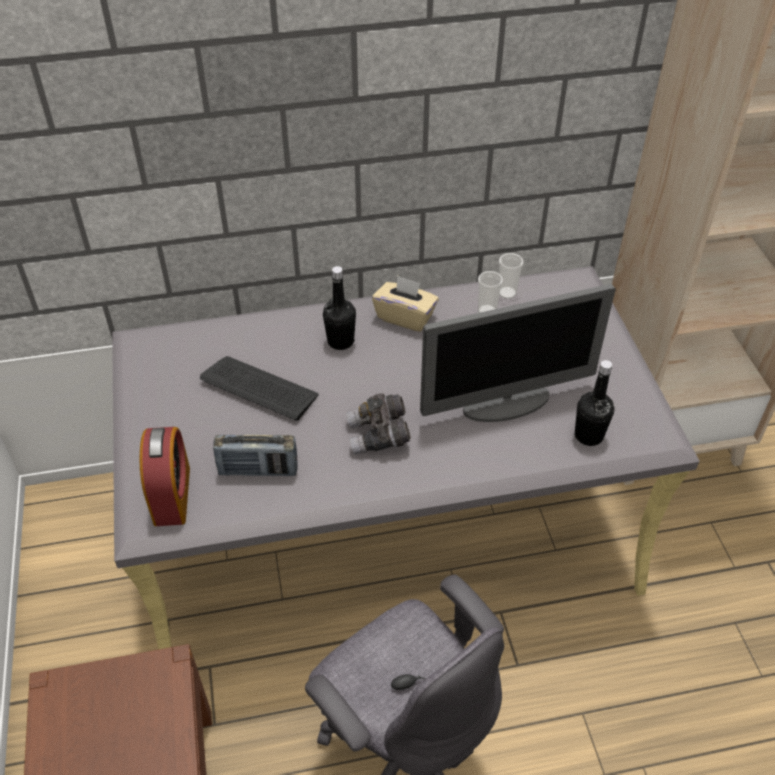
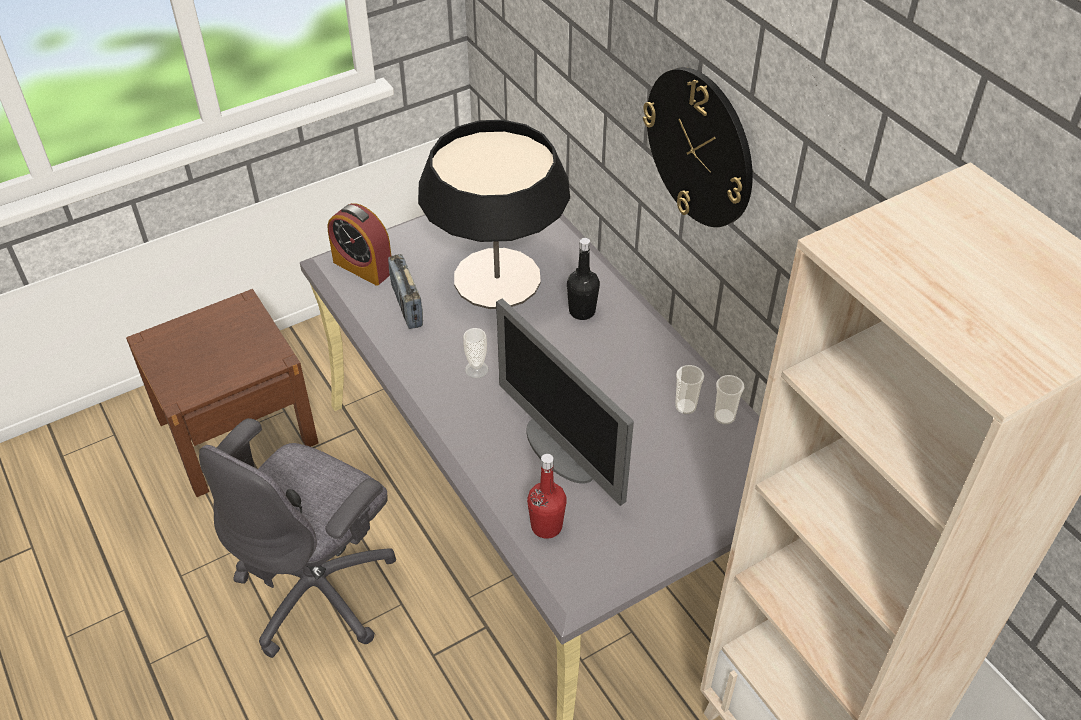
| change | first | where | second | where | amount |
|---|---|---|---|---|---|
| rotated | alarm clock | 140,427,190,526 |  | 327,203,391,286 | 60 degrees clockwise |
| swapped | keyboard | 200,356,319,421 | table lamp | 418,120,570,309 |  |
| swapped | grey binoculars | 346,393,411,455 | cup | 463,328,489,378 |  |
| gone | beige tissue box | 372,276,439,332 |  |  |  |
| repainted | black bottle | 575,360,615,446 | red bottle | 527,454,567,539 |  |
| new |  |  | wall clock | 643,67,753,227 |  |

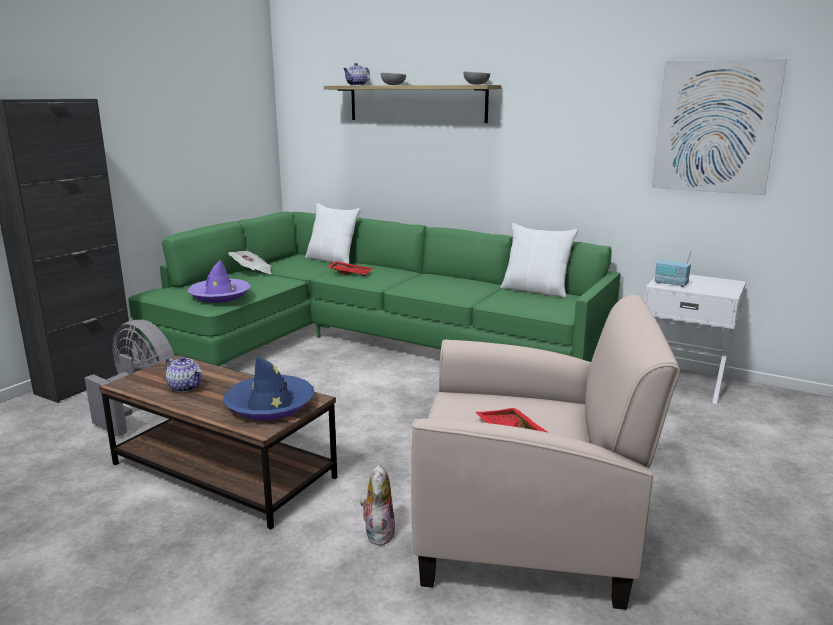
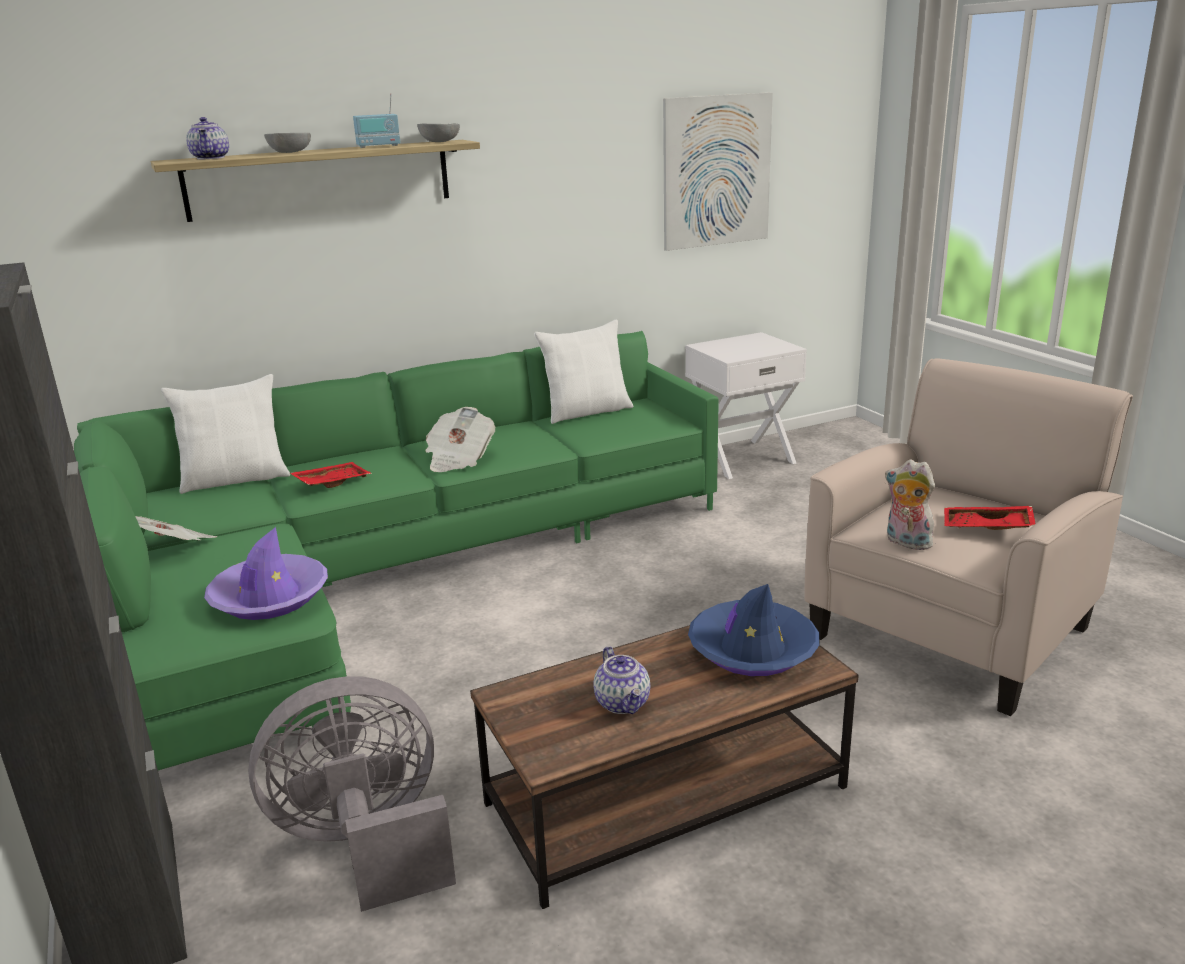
| change | first | where | second | where | amount |
|---|---|---|---|---|---|
| rotated | teapot | 165,356,202,392 |  | 593,646,650,714 | 90 degrees clockwise |
| shifted | plush toy | 360,465,395,546 |  | 885,459,935,550 |  |
| shifted | radio | 654,251,691,287 |  | 353,94,400,148 |  |
| new |  |  | newspaper | 426,407,496,472 |  |

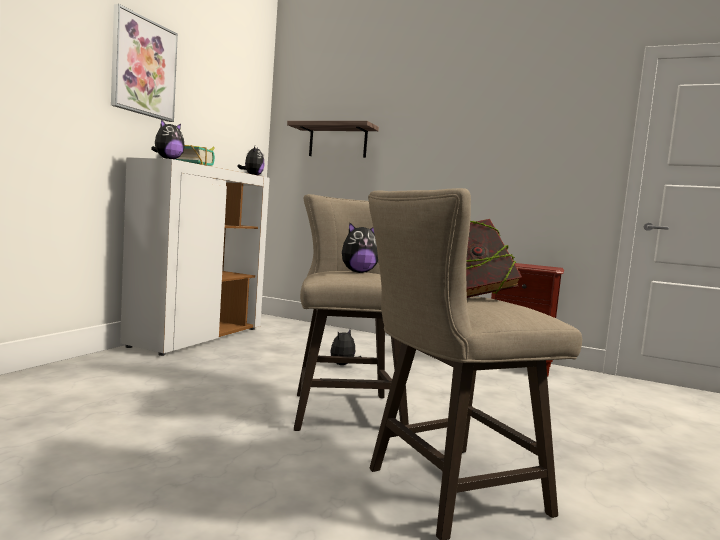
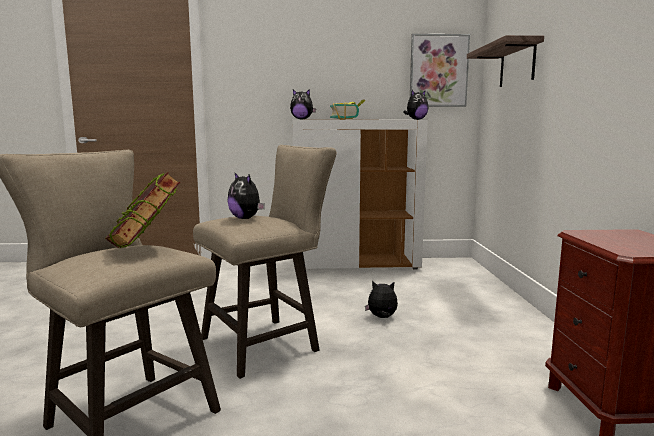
| change | first | where | second | where | amount |
|---|---|---|---|---|---|
| shifted | picture | 111,4,178,122 |  | 410,34,470,107 |  |

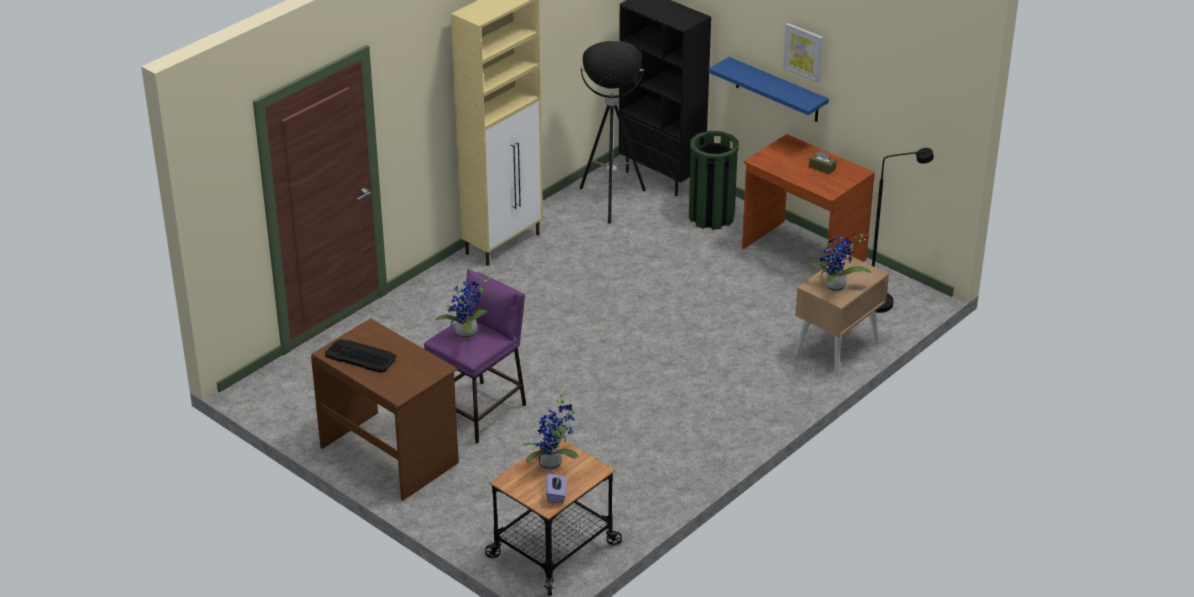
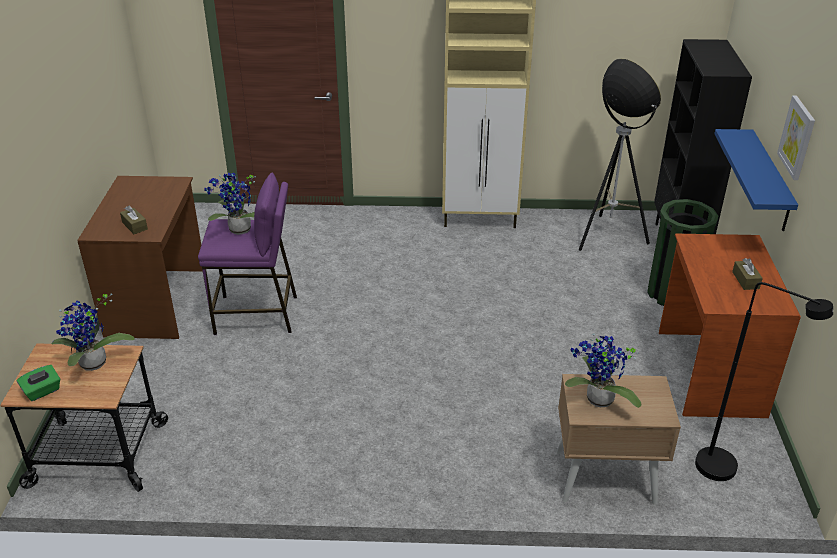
| change | first | where | second | where | amount |
|---|---|---|---|---|---|
| gone | keyboard | 325,339,397,373 |  |  |  |
| repainted | purple tissue box | 546,473,567,503 | green tissue box | 17,365,60,401 |  |
| new |  |  | brown tissue box | 120,206,148,234 |  |

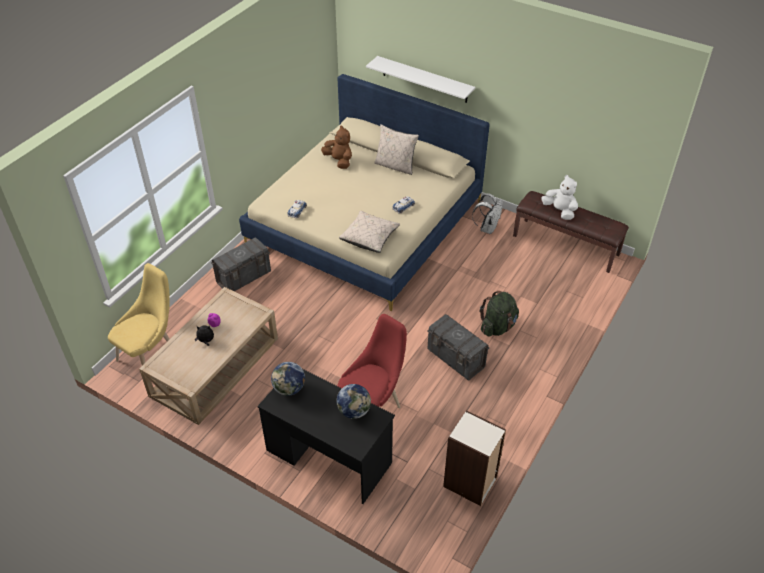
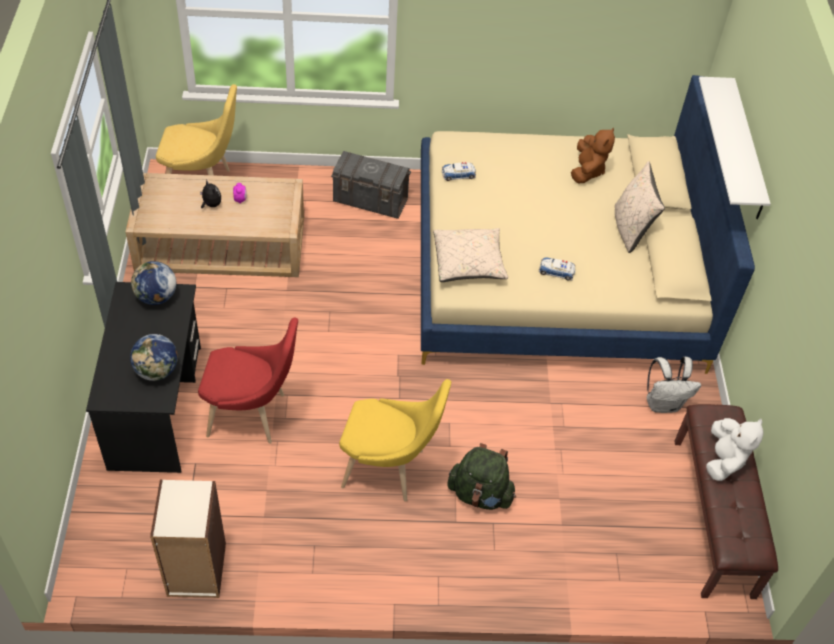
| change | first | where | second | where | amount |
|---|---|---|---|---|---|
| swapped | grey storage box | 427,314,490,380 | yellow chair | 339,379,451,502 |  |

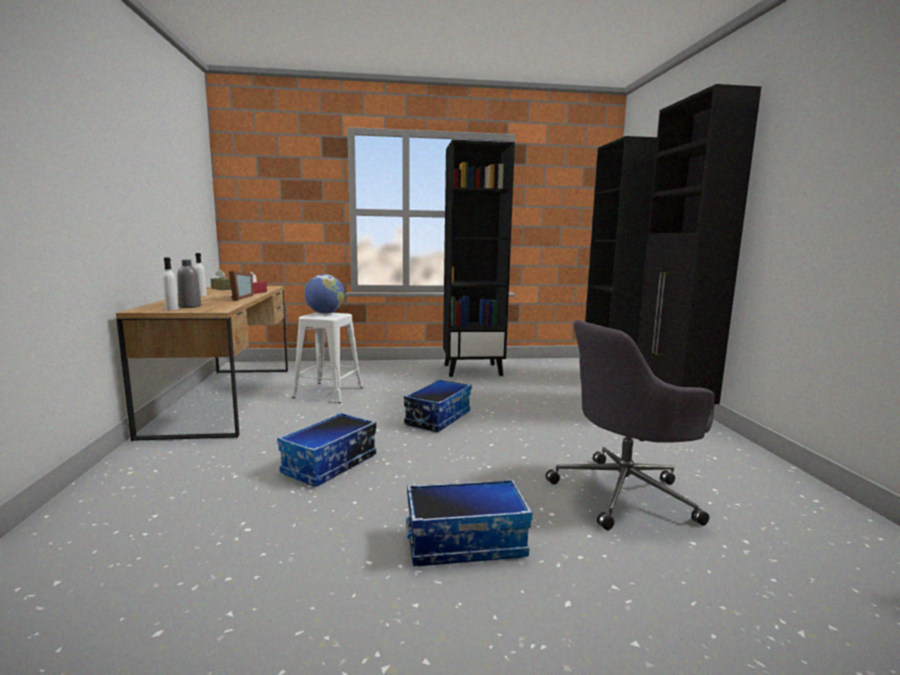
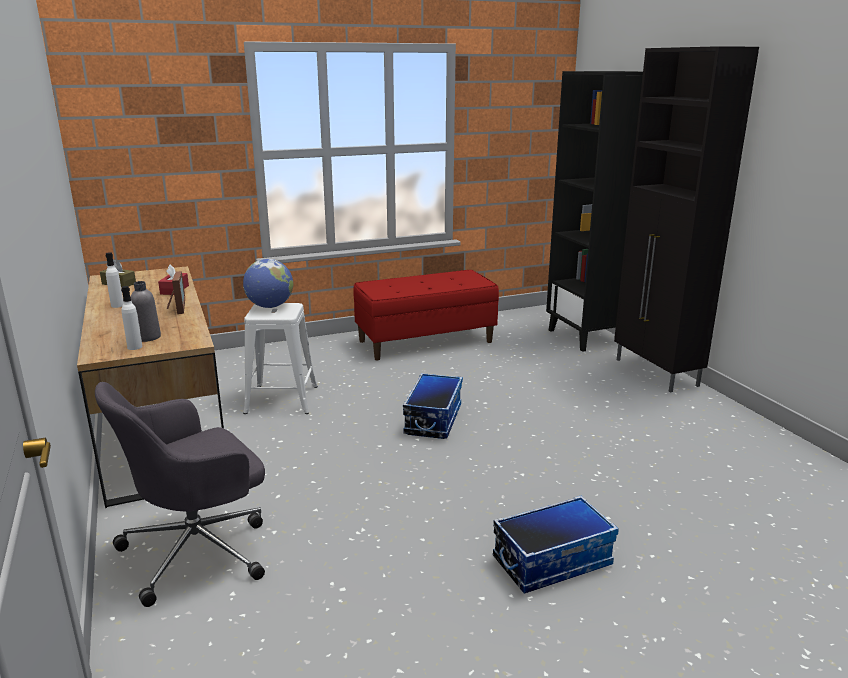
| change | first | where | second | where | amount |
|---|---|---|---|---|---|
| gone | storage box | 277,412,376,487 |  |  |  |
| swapped | black bookcase | 443,140,515,377 | red bench | 353,270,499,360 |  |
| shifted | grey office chair | 545,320,715,530 |  | 95,382,265,607 |  |

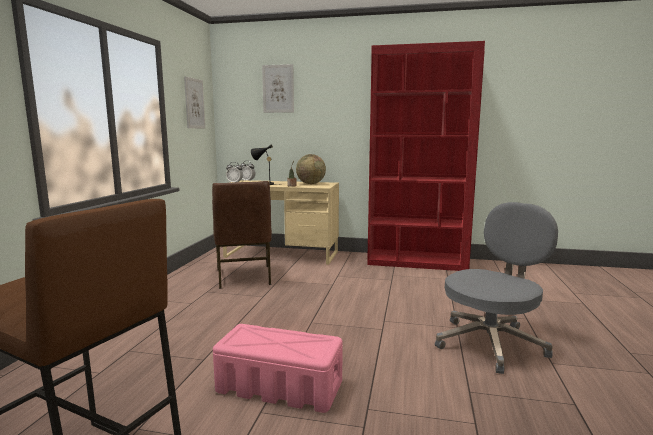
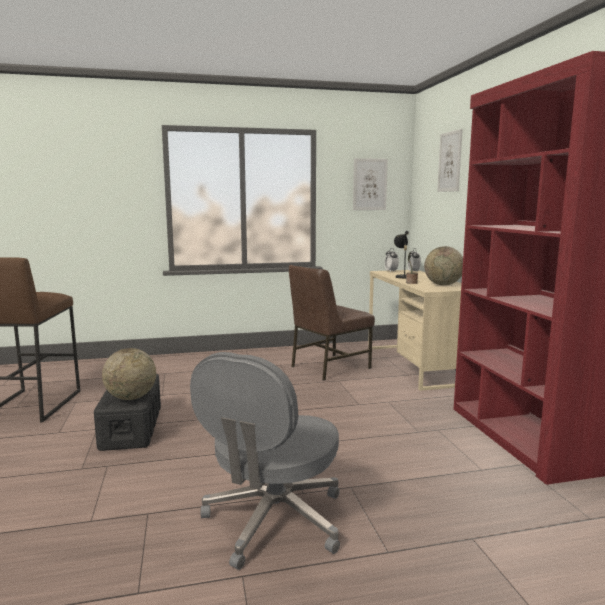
| change | first | where | second | where | amount |
|---|---|---|---|---|---|
| repainted | pink storage box | 213,324,343,413 | black storage box | 94,374,161,451 |  |
| rotated | grey office chair | 435,202,558,374 |  | 190,352,340,570 | 90 degrees clockwise |
| new |  |  | globe | 102,348,156,400 |  |

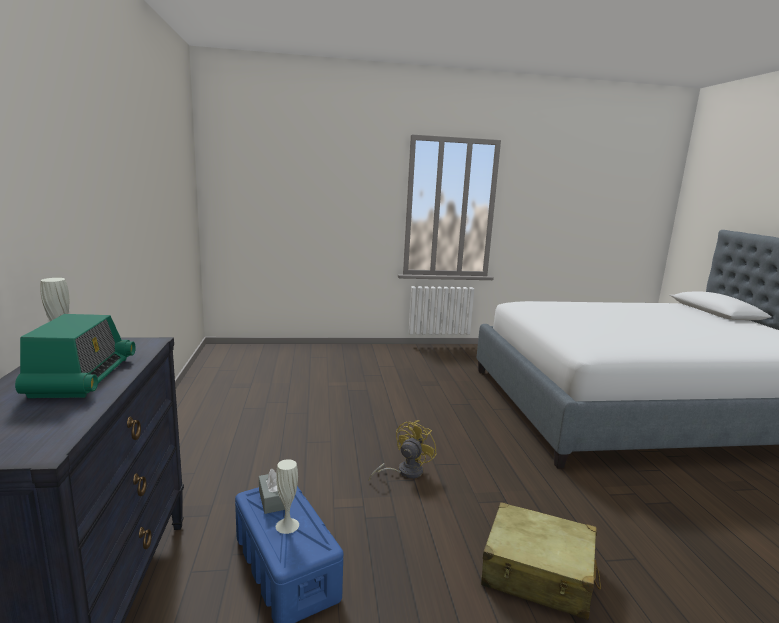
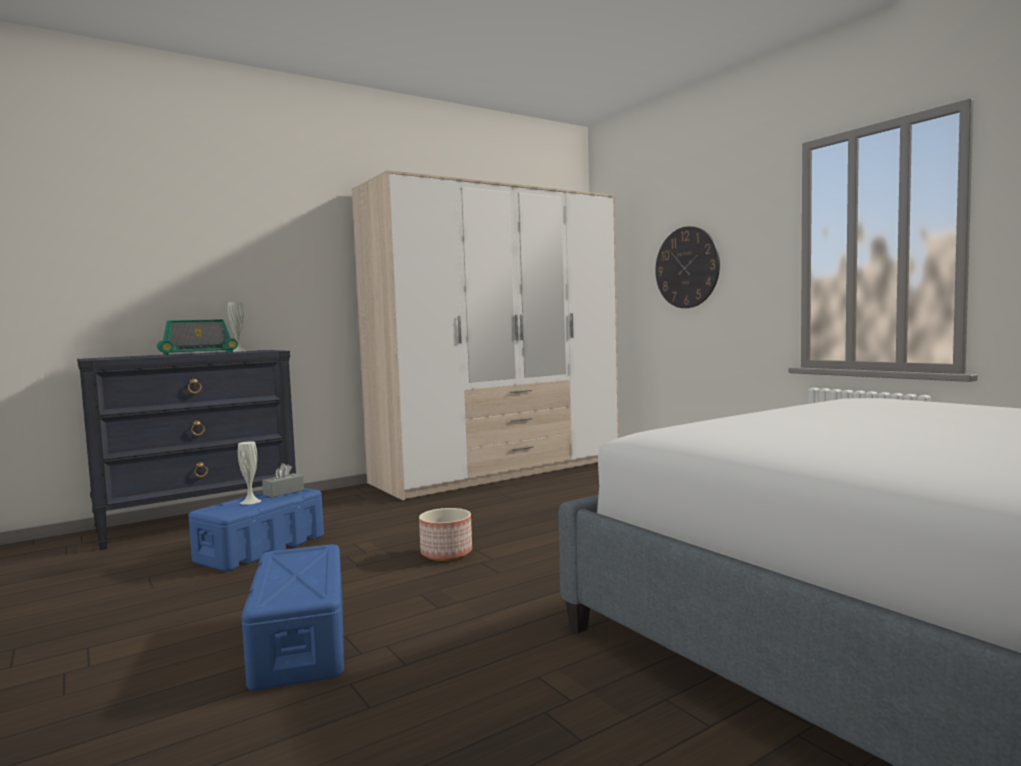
| change | first | where | second | where | amount |
|---|---|---|---|---|---|
| swapped | yellow fan | 369,420,437,482 | planter | 419,508,472,561 |  |
| swapped | beige suitcase | 481,502,601,620 | blue storage box | 242,544,344,691 |  |
| new |  |  | wardrobe | 352,170,619,500 |  |
| new |  |  | wall clock | 655,226,720,308 |  |

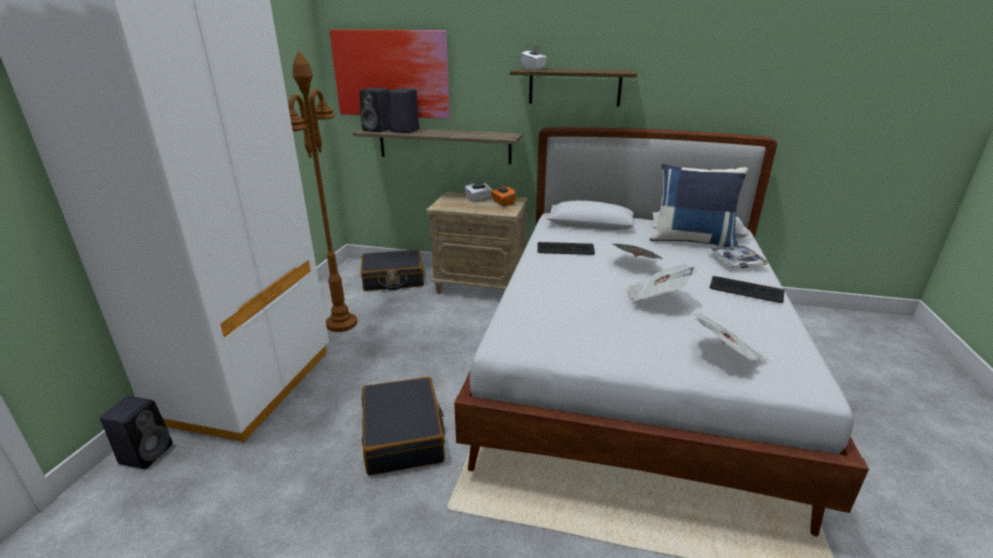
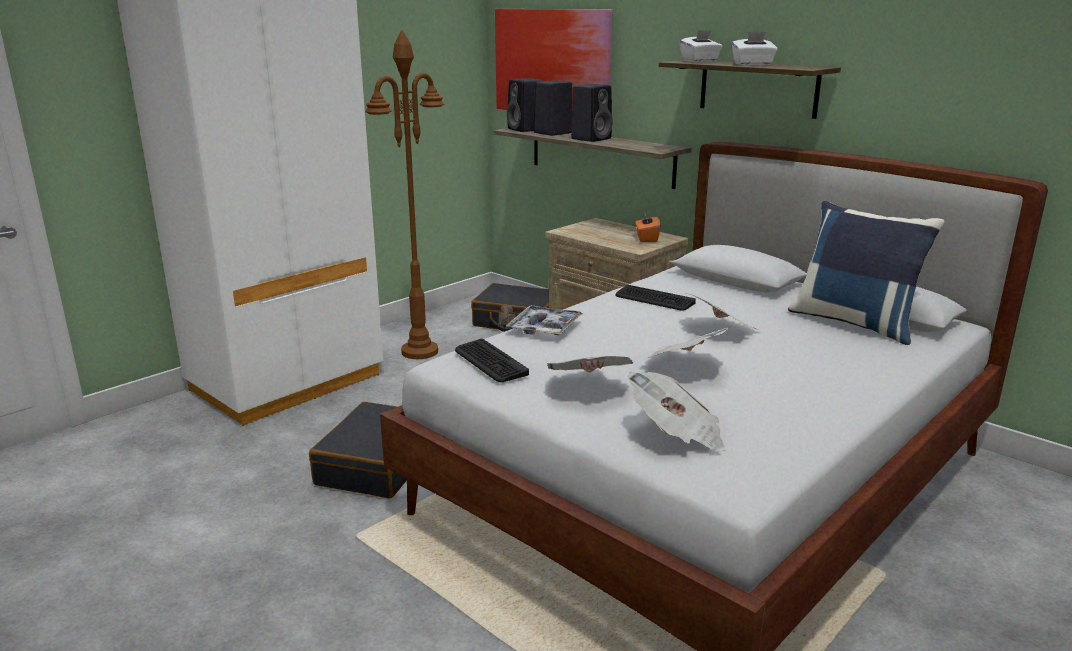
| change | first | where | second | where | amount |
|---|---|---|---|---|---|
| shifted | black speaker | 100,396,173,469 |  | 571,84,613,142 |  |
| shifted | white tissue box | 464,181,492,202 |  | 732,32,778,65 |  |
| shifted | tray | 708,246,770,268 |  | 506,305,583,335 |  |
| shifted | keyboard | 710,276,784,303 |  | 455,339,529,382 |  |
| new |  |  | newspaper | 546,356,633,373 |  |

